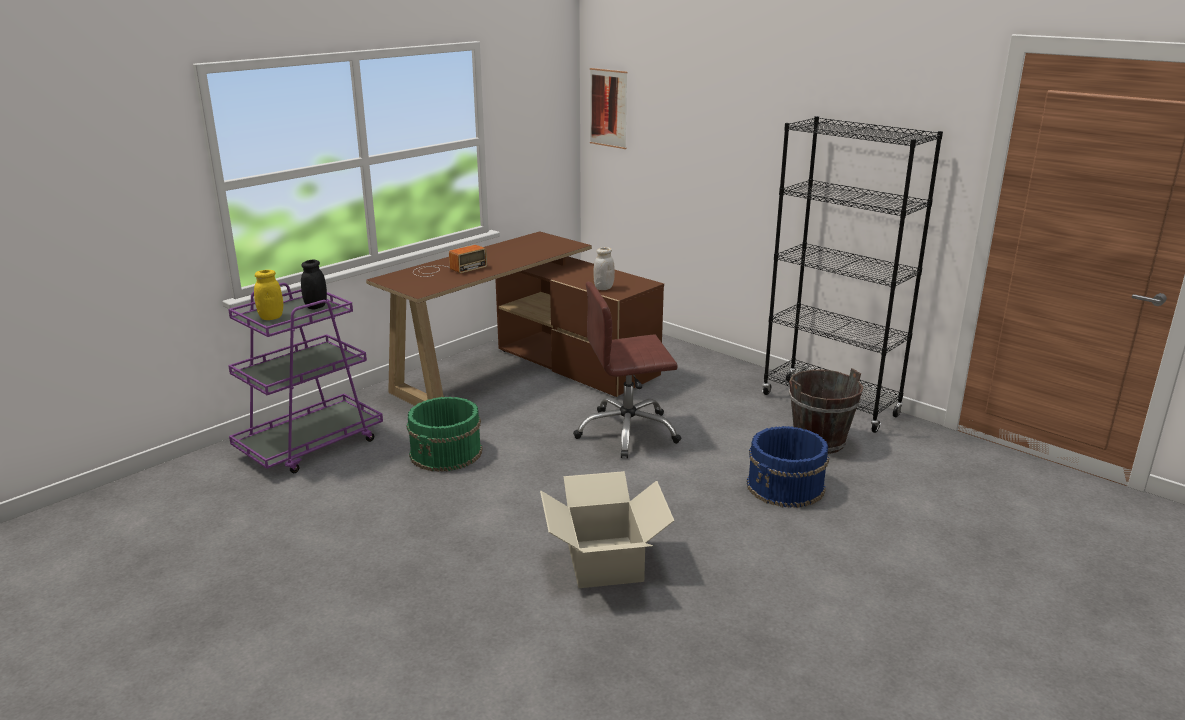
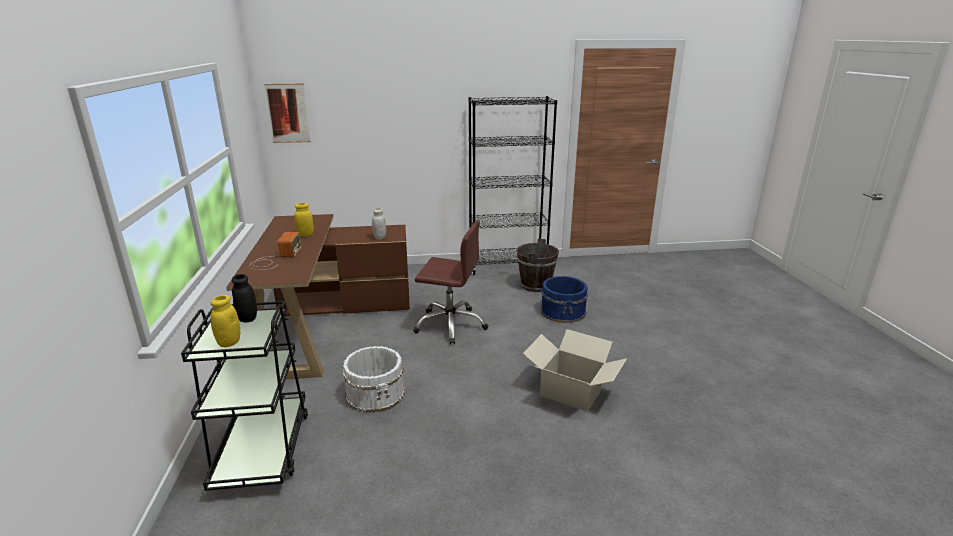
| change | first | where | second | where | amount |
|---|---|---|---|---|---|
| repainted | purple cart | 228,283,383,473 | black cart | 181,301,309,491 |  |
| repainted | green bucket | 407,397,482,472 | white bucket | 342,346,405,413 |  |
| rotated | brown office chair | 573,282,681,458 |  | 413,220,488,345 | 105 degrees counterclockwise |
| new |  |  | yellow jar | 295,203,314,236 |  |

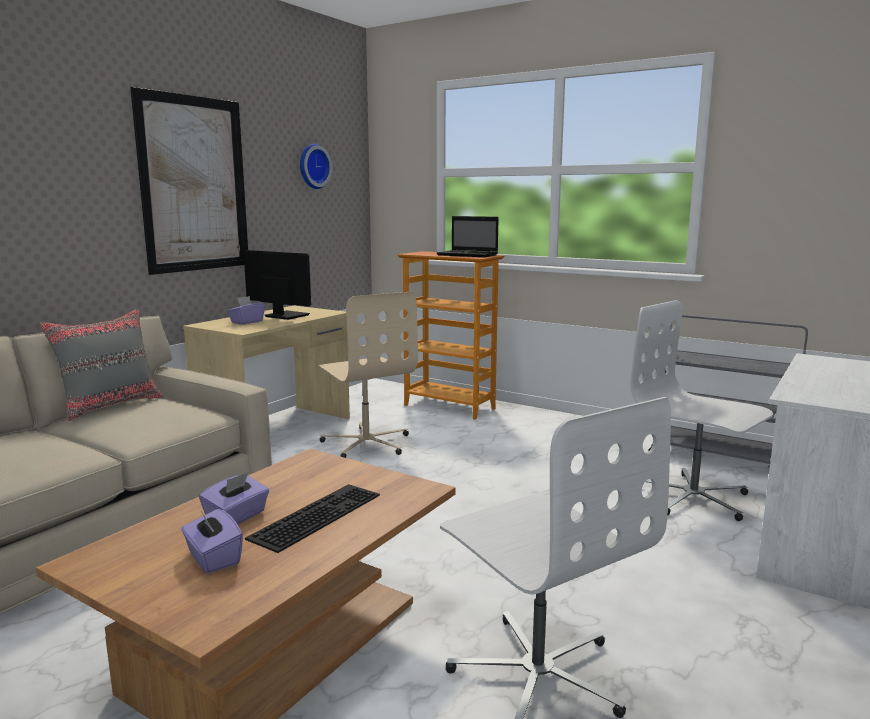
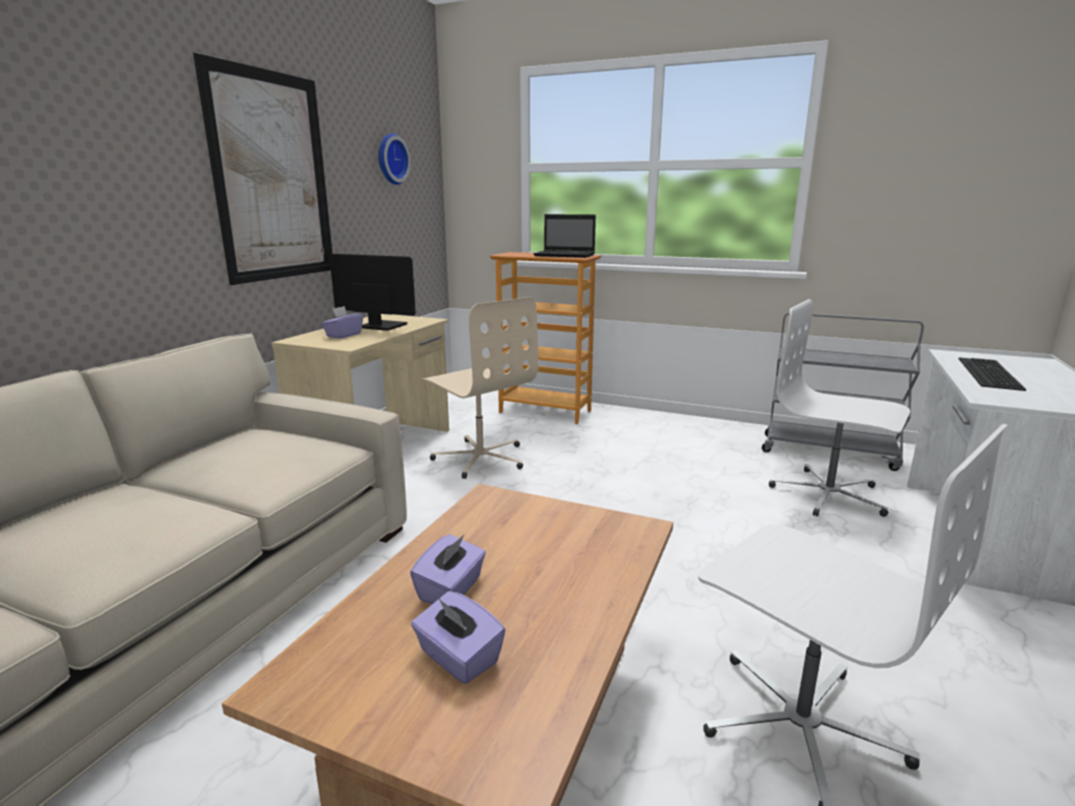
| change | first | where | second | where | amount |
|---|---|---|---|---|---|
| gone | grey pillow | 39,309,163,421 |  |  |  |
| shifted | keyboard | 245,484,380,553 |  | 959,357,1026,391 |  |

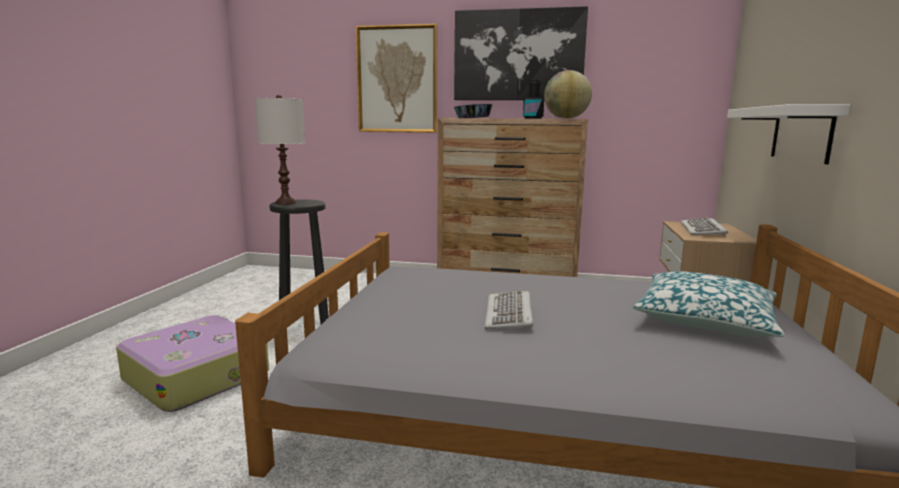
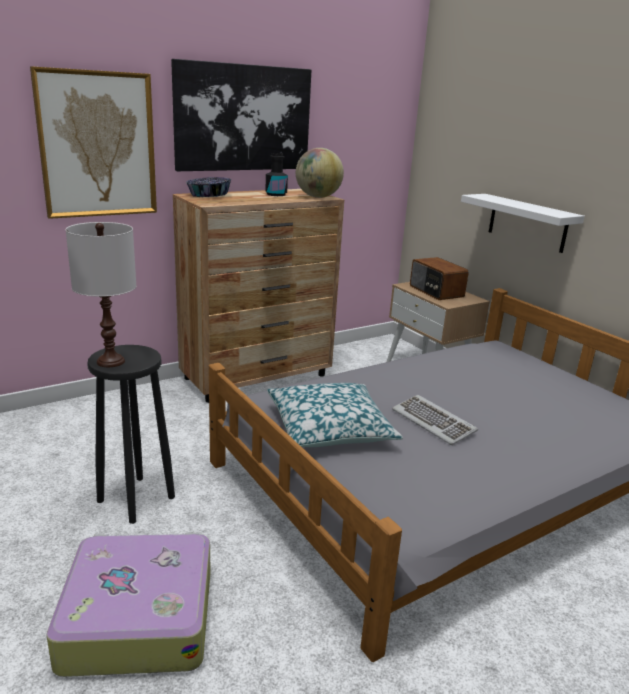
| change | first | where | second | where | amount |
|---|---|---|---|---|---|
| shifted | pillow | 633,271,785,337 |  | 267,383,403,447 |  |
| swapped | keyboard | 681,217,728,237 | radio | 410,257,469,300 |  |

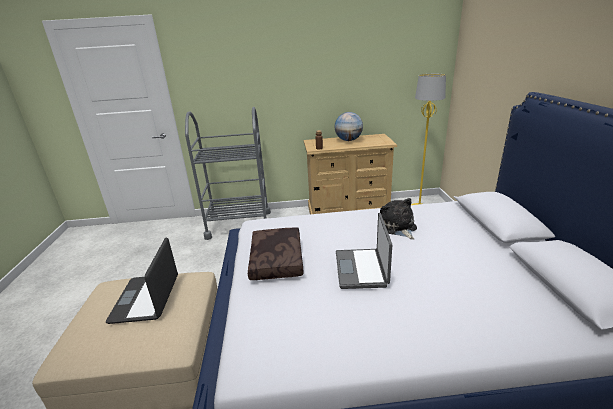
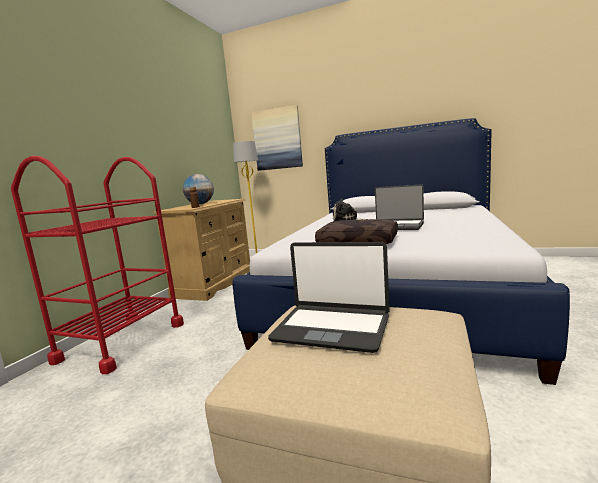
| change | first | where | second | where | amount |
|---|---|---|---|---|---|
| repainted | grey cart | 185,107,271,240 | red cart | 11,156,184,374 |  |
| new |  |  | picture | 251,105,303,171 |  |

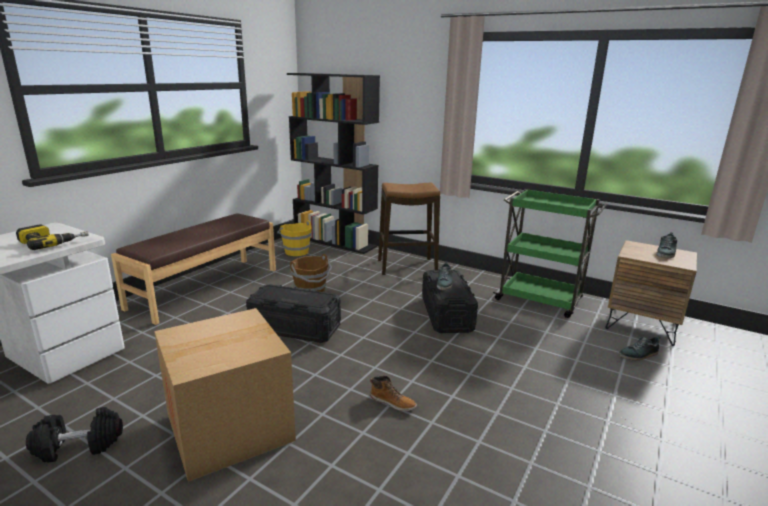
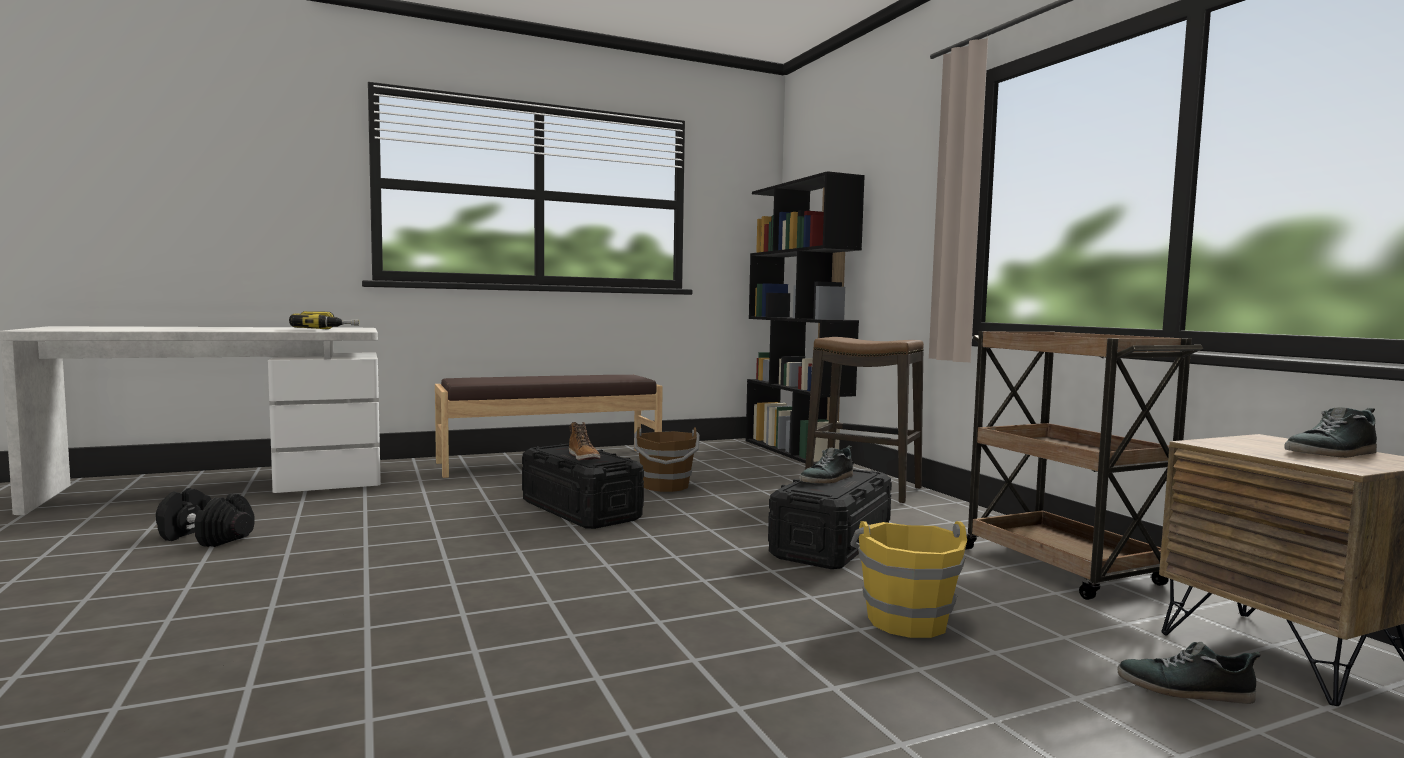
| change | first | where | second | where | amount |
|---|---|---|---|---|---|
| gone | cardboard box | 154,308,296,482 |  |  |  |
| shifted | yellow bucket | 277,220,311,256 |  | 850,521,967,638 |  |
| shifted | boot | 370,376,417,411 |  | 569,422,600,460 |  |
| repainted | green cart | 493,189,607,318 | brown cart | 965,331,1203,600 |  |

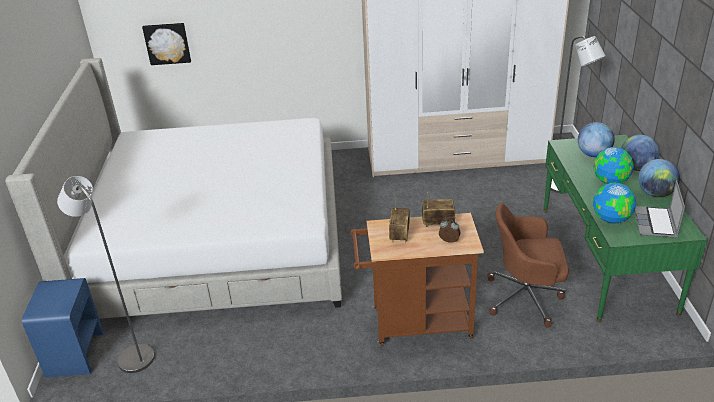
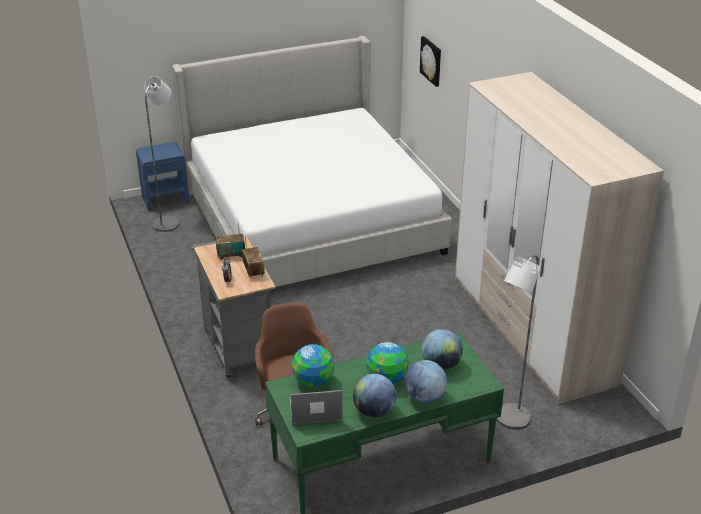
| change | first | where | second | where | amount |
|---|---|---|---|---|---|
| repainted | brown cart | 351,213,484,346 | grey cart | 191,237,275,379 |  |

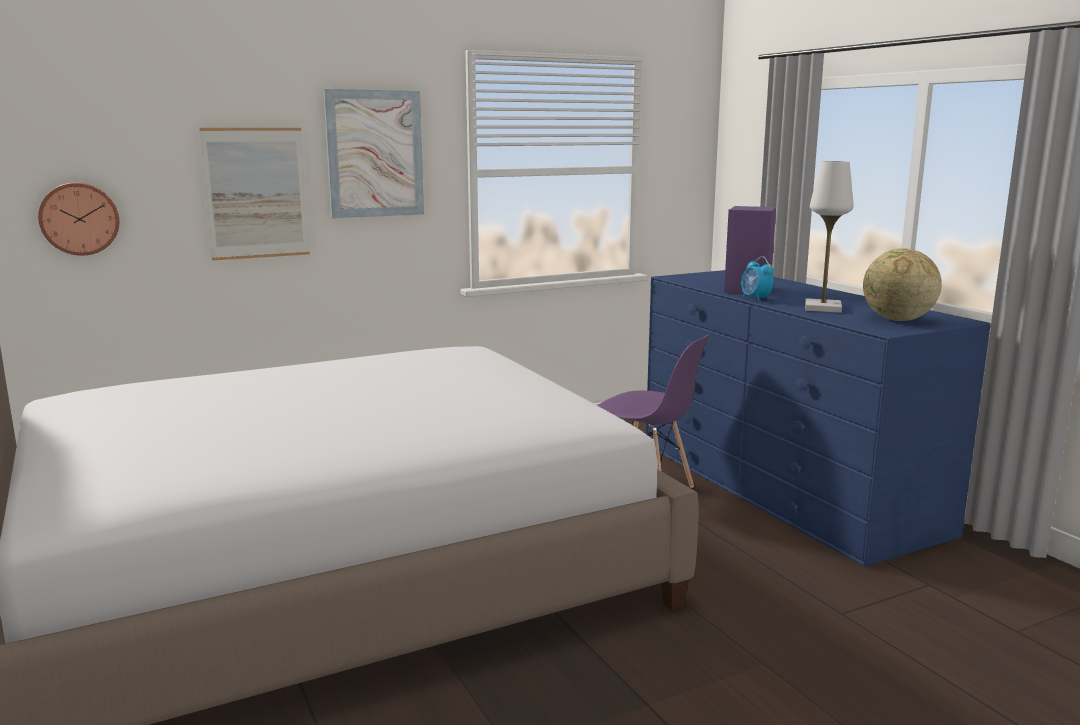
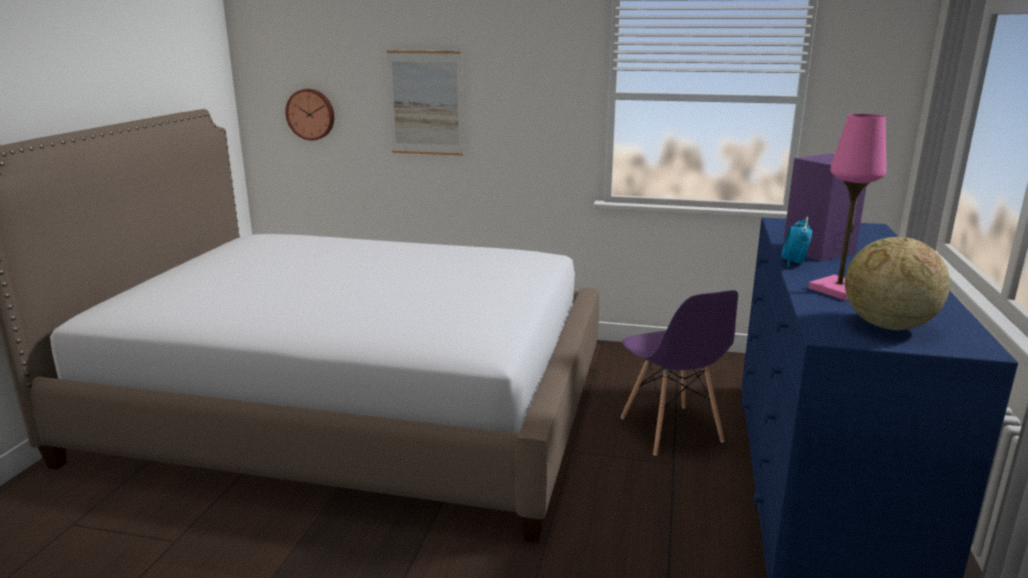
| change | first | where | second | where | amount |
|---|---|---|---|---|---|
| gone | picture | 323,89,424,219 |  |  |  |
| repainted | white table lamp | 805,161,854,313 | pink table lamp | 808,114,886,300 |  |

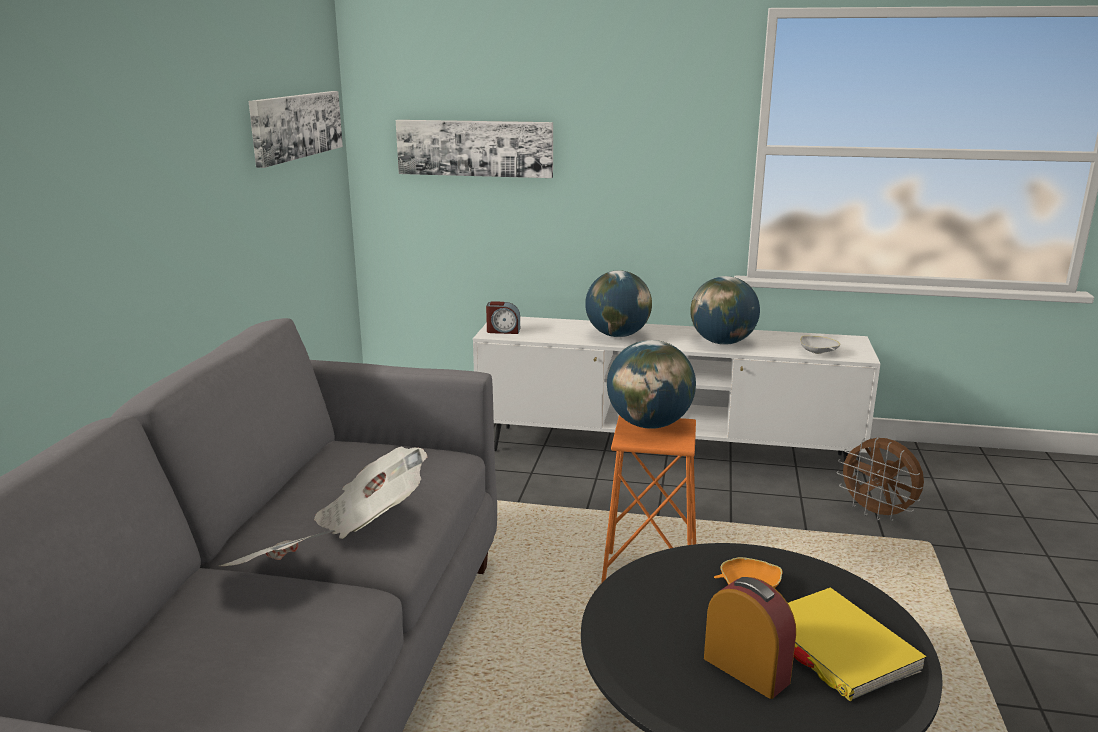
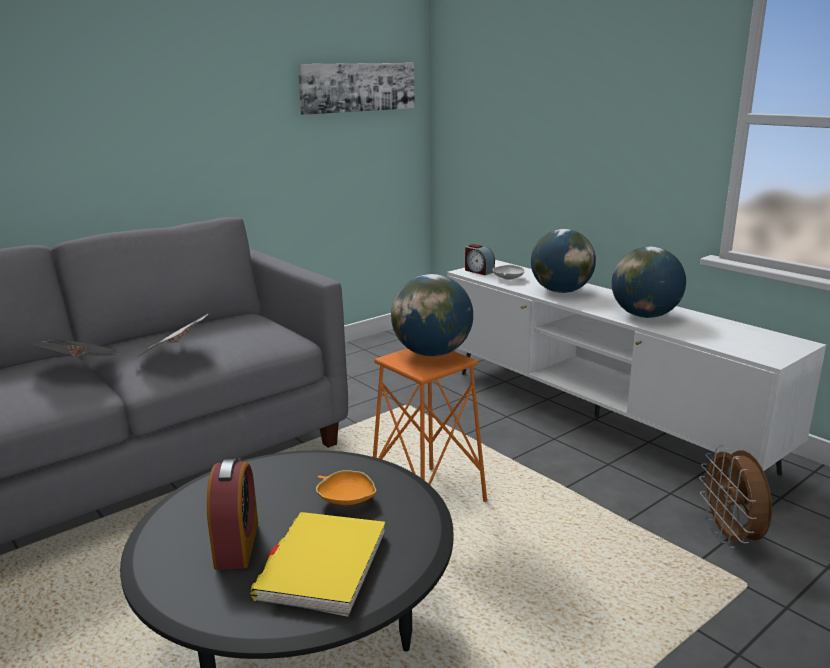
| change | first | where | second | where | amount |
|---|---|---|---|---|---|
| gone | picture | 396,120,553,178 |  |  |  |
| shifted | white bowl | 800,335,841,354 |  | 492,265,525,280 |  |

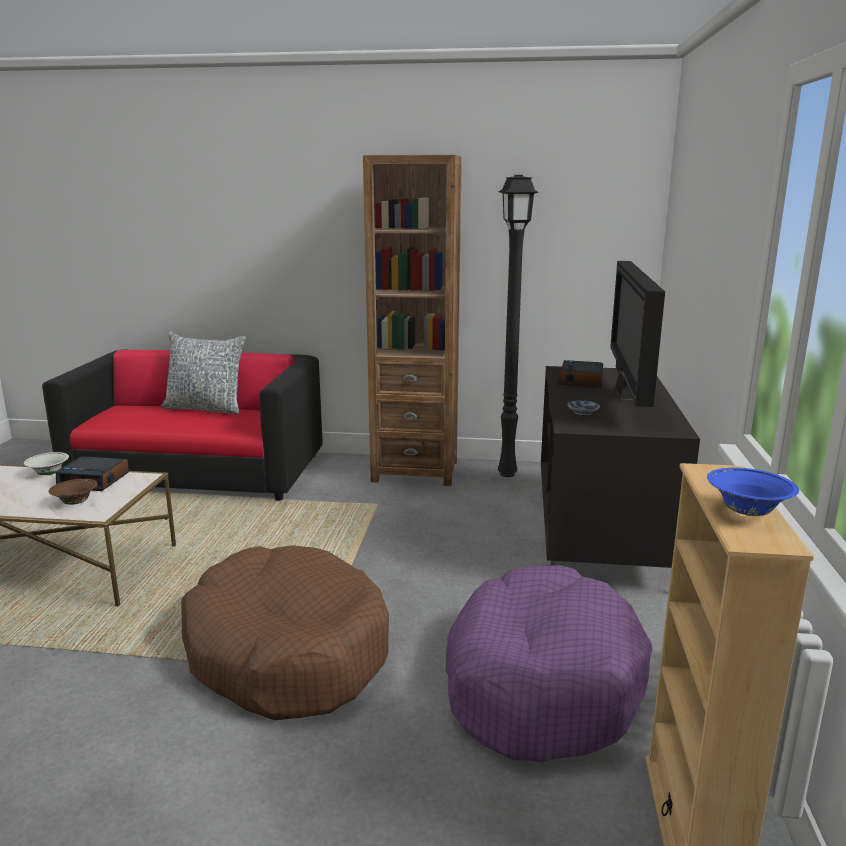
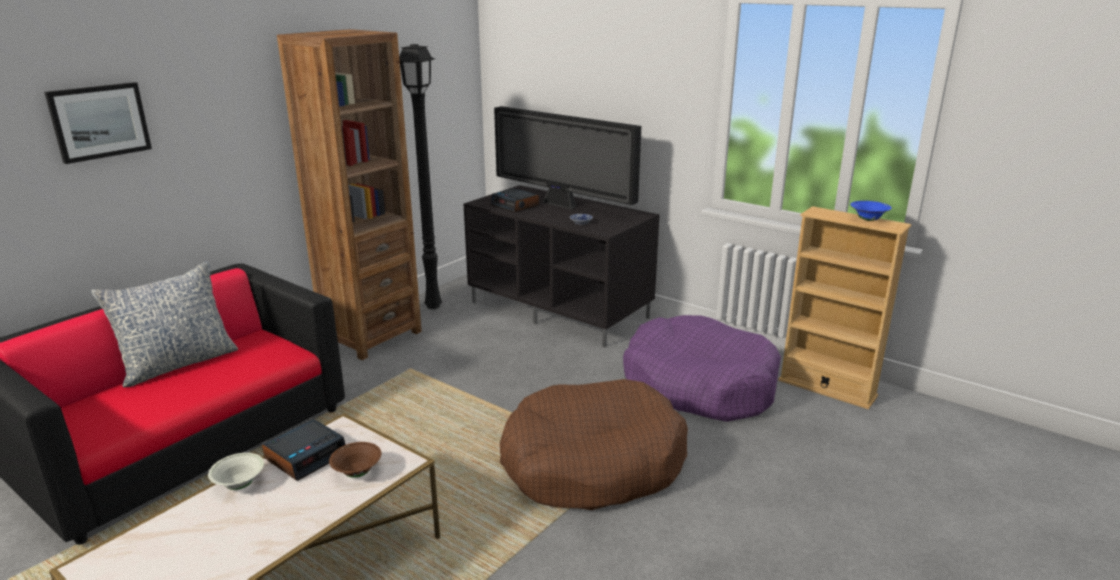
| change | first | where | second | where | amount |
|---|---|---|---|---|---|
| new |  |  | picture | 44,82,152,164 |  |

